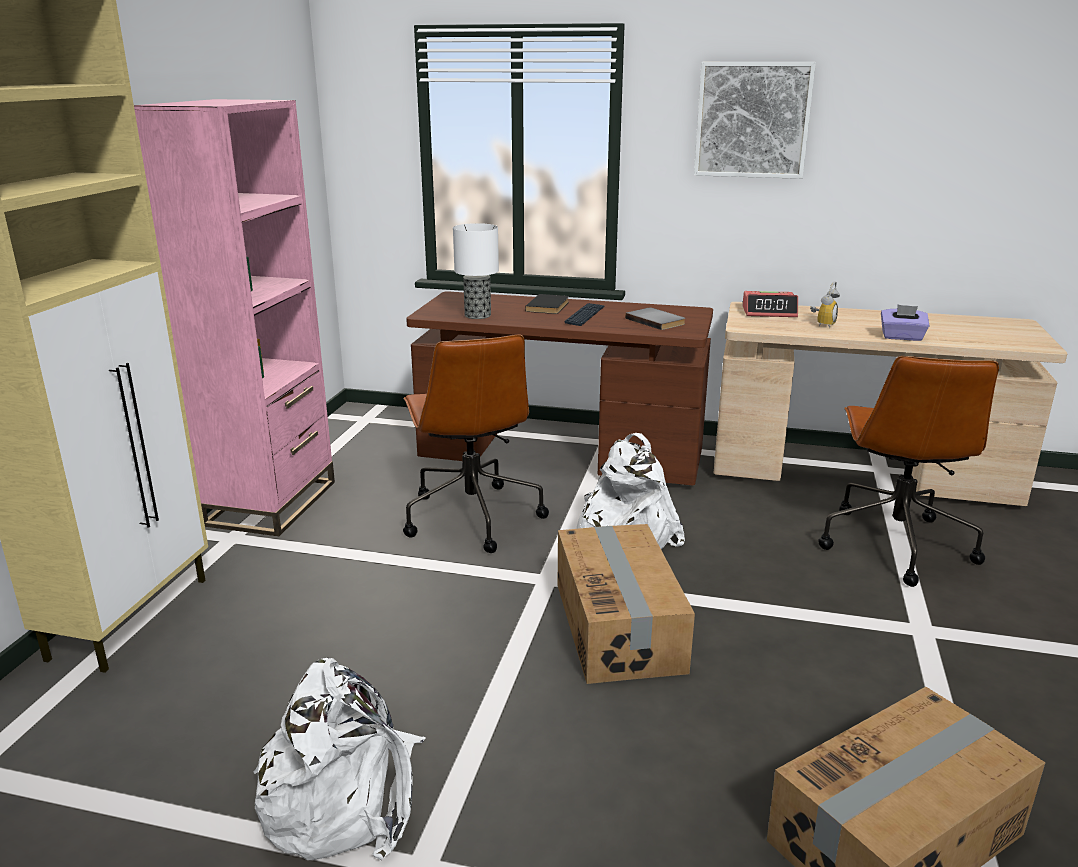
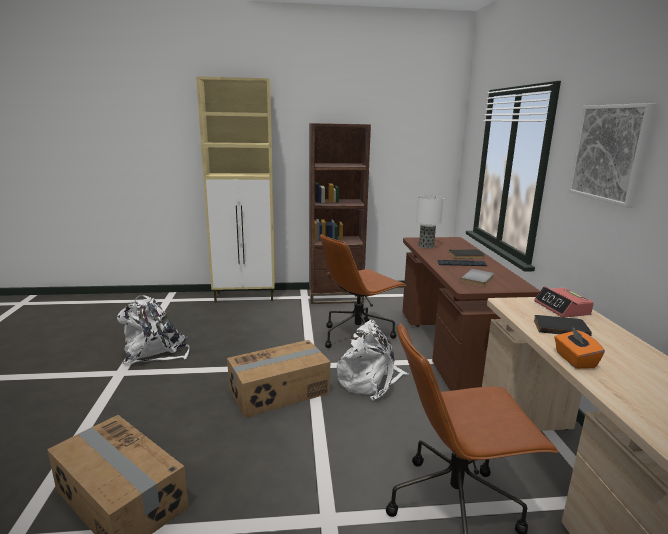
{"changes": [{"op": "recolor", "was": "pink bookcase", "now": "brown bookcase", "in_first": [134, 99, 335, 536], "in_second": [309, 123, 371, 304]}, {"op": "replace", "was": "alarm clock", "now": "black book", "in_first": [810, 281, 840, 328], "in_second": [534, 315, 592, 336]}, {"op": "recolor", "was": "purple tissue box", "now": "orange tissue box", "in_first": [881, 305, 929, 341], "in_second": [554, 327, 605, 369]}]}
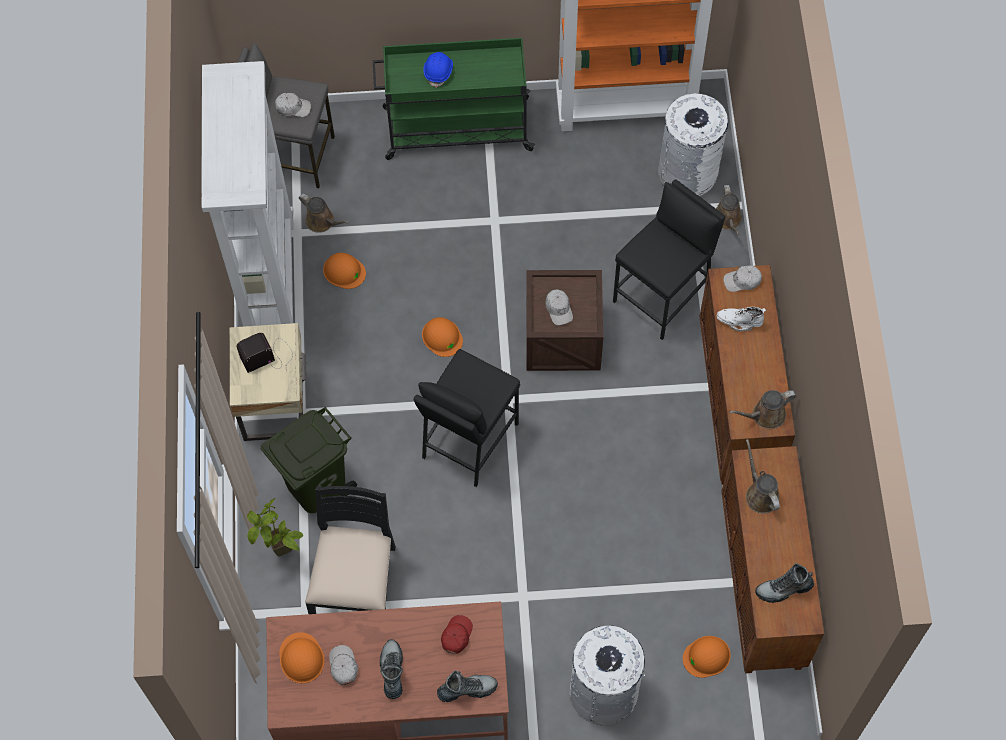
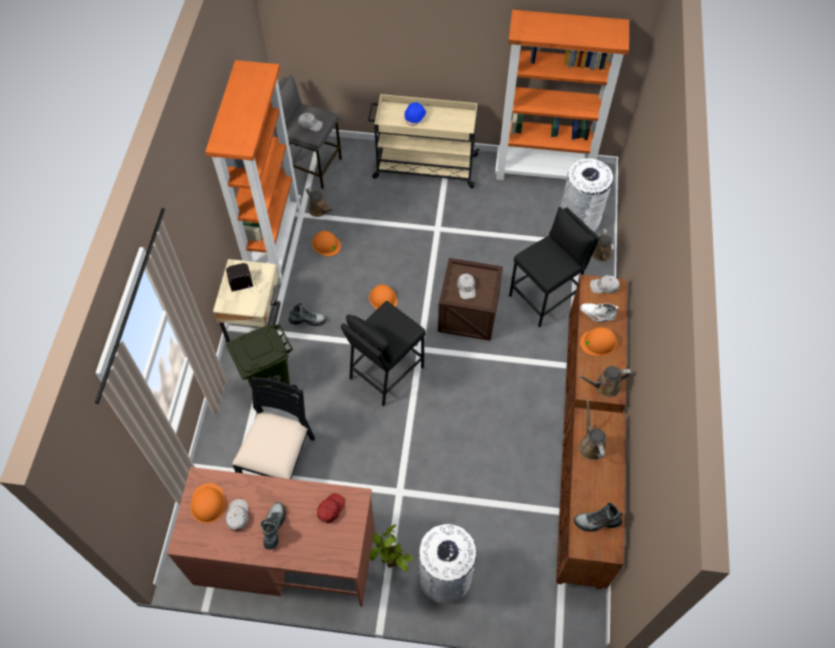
{"changes": [{"op": "recolor", "was": "white bookcase", "now": "orange bookcase", "in_first": [201, 61, 294, 327], "in_second": [205, 60, 301, 285]}, {"op": "move", "was": "boot", "in_first": [437, 671, 498, 702], "in_second": [288, 302, 326, 326]}, {"op": "recolor", "was": "green cart", "now": "beige cart", "in_first": [373, 38, 535, 160], "in_second": [368, 94, 480, 189]}, {"op": "move", "was": "potted plant", "in_first": [247, 498, 303, 557], "in_second": [369, 524, 414, 572]}, {"op": "move", "was": "orange hard hat", "in_first": [683, 636, 731, 678], "in_second": [580, 327, 617, 356]}]}
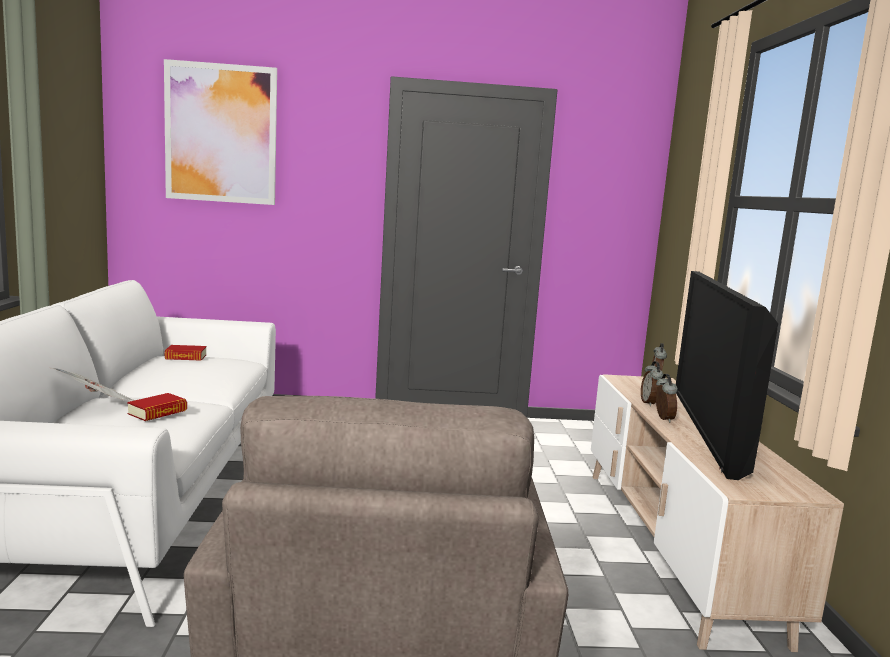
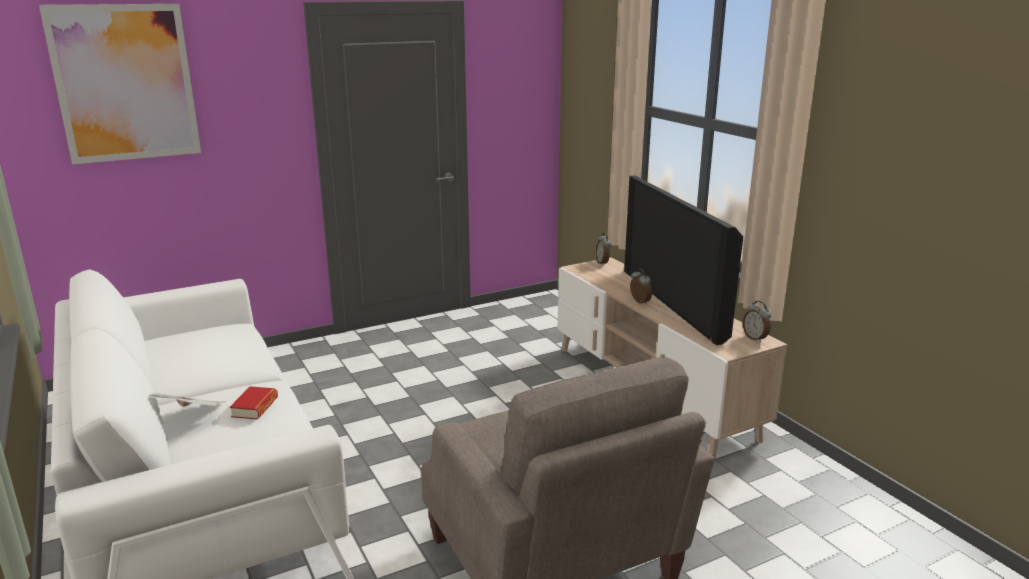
{"changes": [{"op": "move", "was": "alarm clock", "in_first": [641, 361, 664, 406], "in_second": [743, 301, 771, 342]}, {"op": "delete", "was": "book", "in_first": [165, 345, 206, 361]}]}
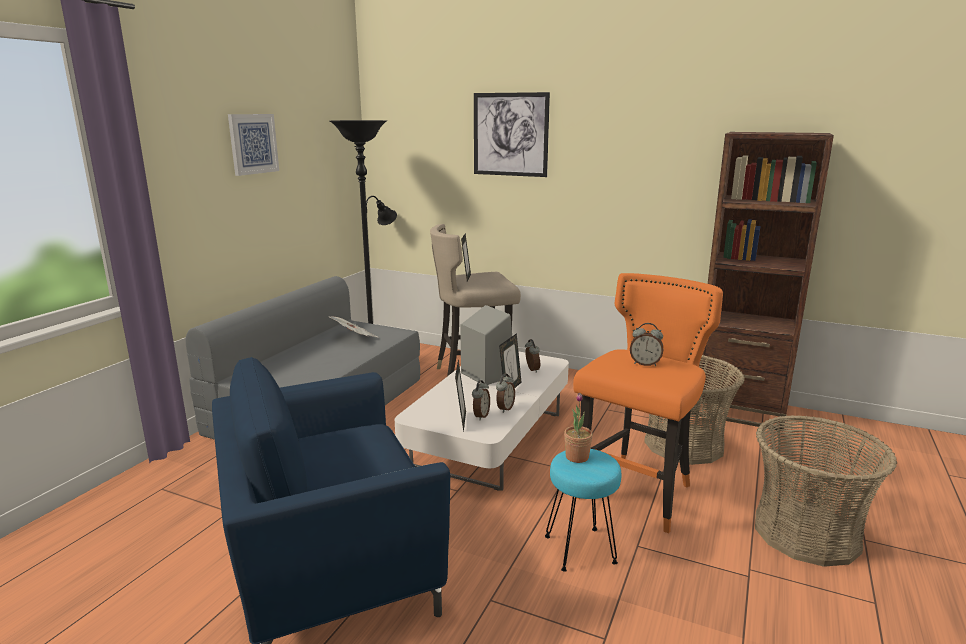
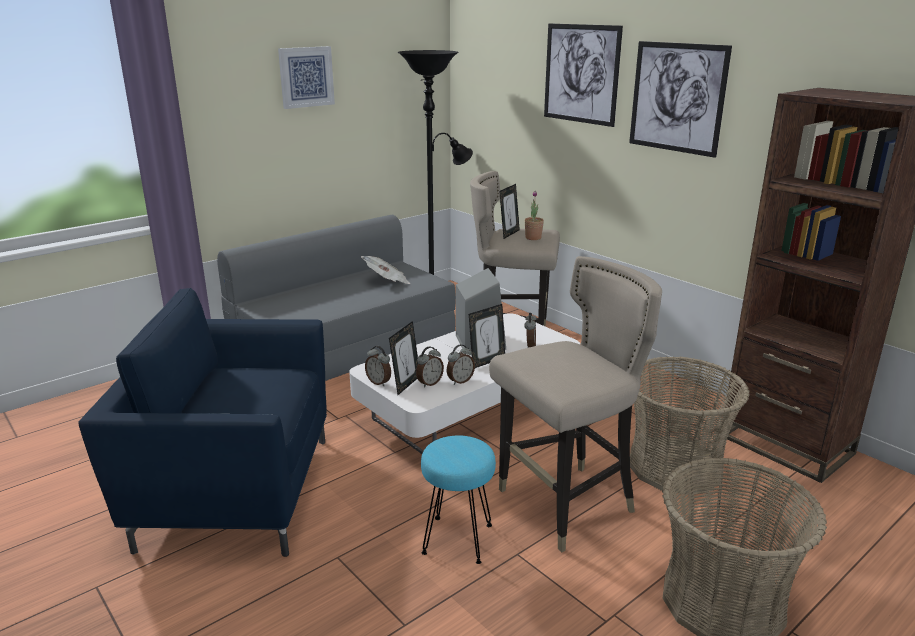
{"changes": [{"op": "move", "was": "alarm clock", "in_first": [630, 323, 663, 366], "in_second": [365, 346, 391, 386]}, {"op": "recolor", "was": "orange stool", "now": "beige stool", "in_first": [573, 273, 723, 534], "in_second": [489, 256, 662, 553]}, {"op": "move", "was": "potted plant", "in_first": [564, 393, 593, 463], "in_second": [525, 191, 544, 240]}, {"op": "insert", "now": "picture", "in_second": [629, 41, 732, 158]}]}
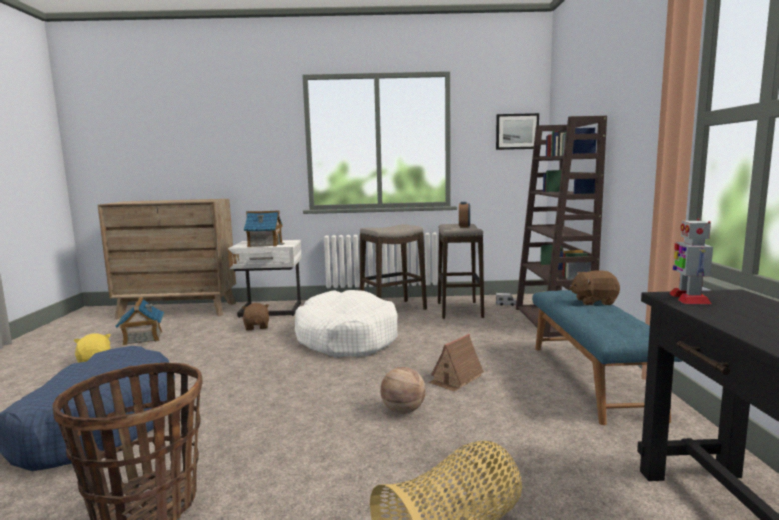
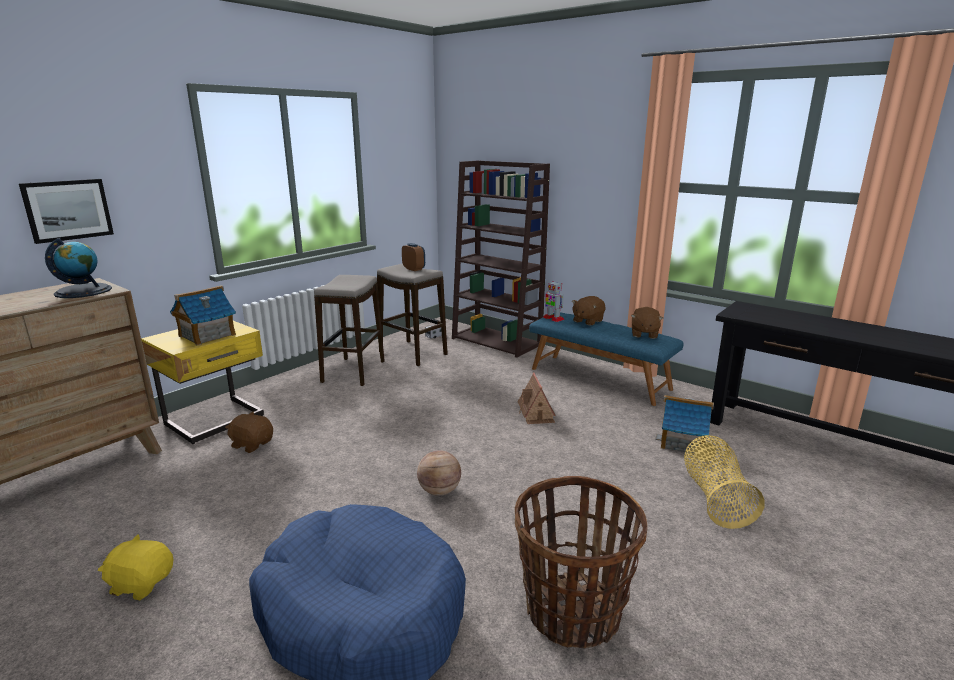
{"changes": [{"op": "move", "was": "picture", "in_first": [496, 113, 539, 150], "in_second": [19, 179, 114, 244]}, {"op": "insert", "now": "globe", "in_second": [45, 238, 112, 298]}, {"op": "recolor", "was": "white nightstand", "now": "yellow nightstand", "in_first": [228, 240, 302, 318], "in_second": [141, 321, 264, 444]}, {"op": "move", "was": "basketball", "in_first": [380, 367, 426, 414], "in_second": [417, 450, 461, 496]}, {"op": "move", "was": "toy robot", "in_first": [669, 218, 713, 304], "in_second": [543, 281, 564, 322]}, {"op": "insert", "now": "brown plush toy", "in_second": [631, 307, 663, 339]}, {"op": "move", "was": "toy house", "in_first": [115, 297, 164, 346], "in_second": [656, 395, 714, 453]}, {"op": "delete", "was": "white dog bed", "in_first": [295, 290, 397, 358]}]}
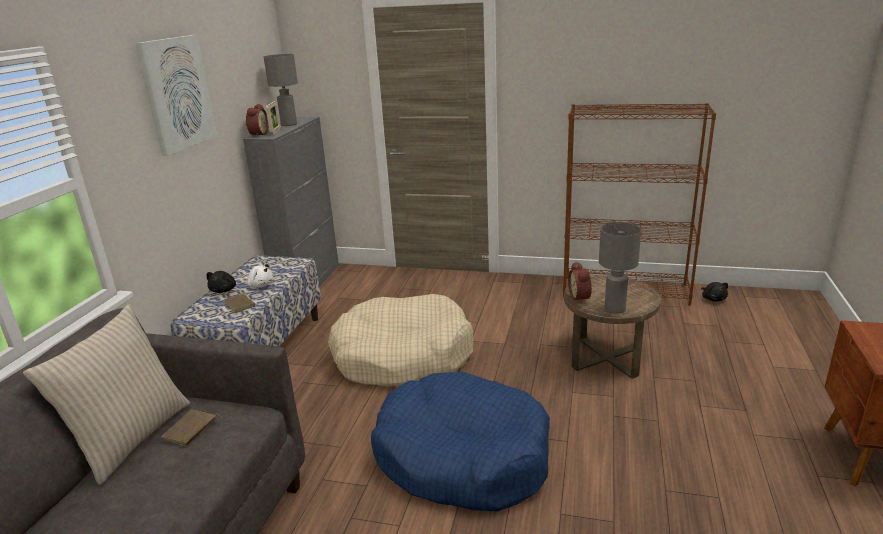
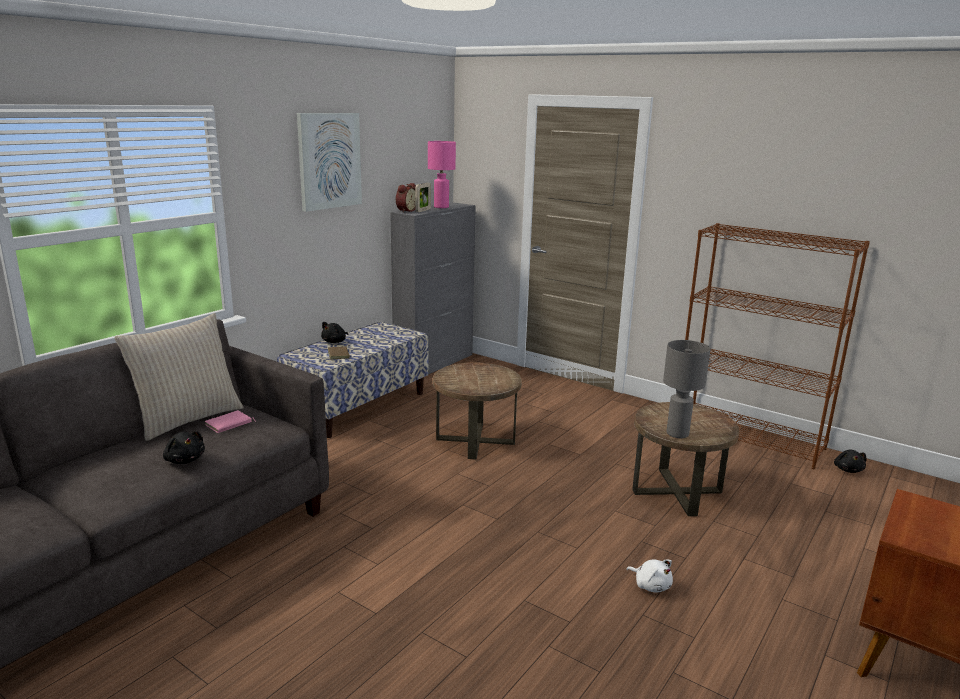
{"changes": [{"op": "insert", "now": "black plush toy", "in_second": [163, 431, 205, 464]}, {"op": "recolor", "was": "brown book", "now": "pink book", "in_first": [161, 410, 223, 446], "in_second": [205, 410, 256, 433]}, {"op": "recolor", "was": "grey table lamp", "now": "pink table lamp", "in_first": [264, 54, 298, 126], "in_second": [428, 141, 456, 208]}, {"op": "replace", "was": "beige dog bed", "now": "brown side table", "in_first": [328, 294, 474, 387], "in_second": [433, 363, 522, 459]}, {"op": "move", "was": "white plush toy", "in_first": [243, 263, 273, 287], "in_second": [626, 559, 673, 593]}, {"op": "delete", "was": "blue dog bed", "in_first": [371, 372, 550, 511]}, {"op": "delete", "was": "alarm clock", "in_first": [568, 262, 592, 303]}]}
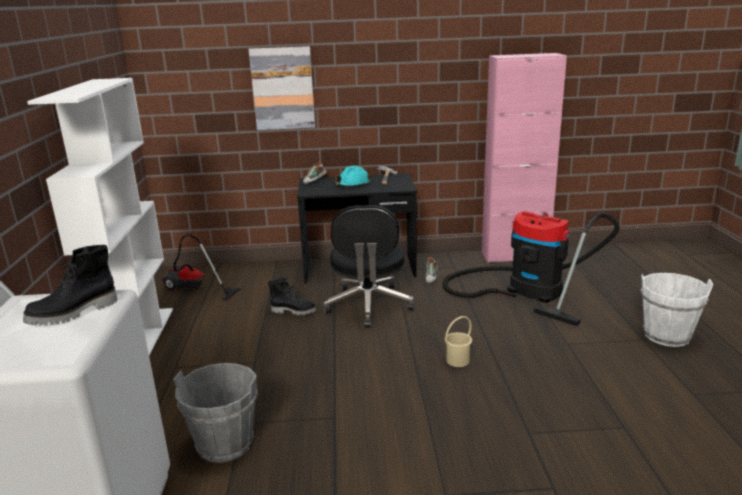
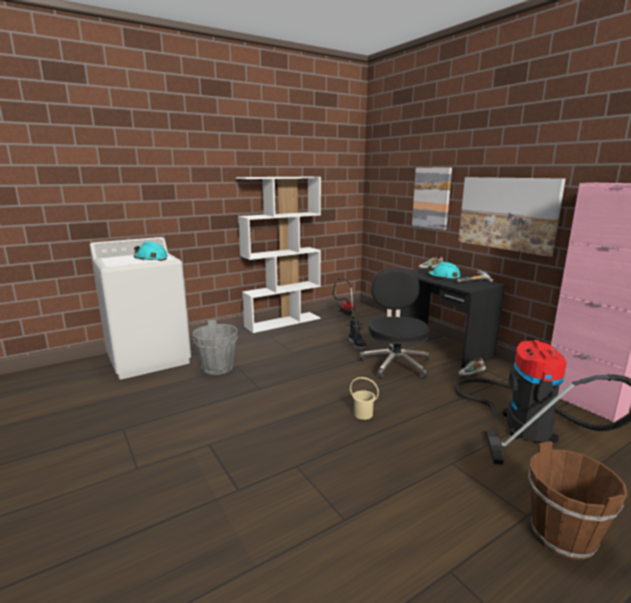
{"changes": [{"op": "replace", "was": "black boot", "now": "turquoise hard hat", "in_first": [23, 245, 118, 325], "in_second": [134, 242, 168, 261]}, {"op": "rotate", "was": "black office chair", "in_first": [323, 205, 415, 328], "in_second": [359, 268, 429, 379], "clockwise": 120}, {"op": "insert", "now": "picture", "in_second": [458, 177, 566, 257]}, {"op": "recolor", "was": "white bucket", "now": "brown bucket", "in_first": [641, 273, 714, 347], "in_second": [529, 441, 628, 560]}]}
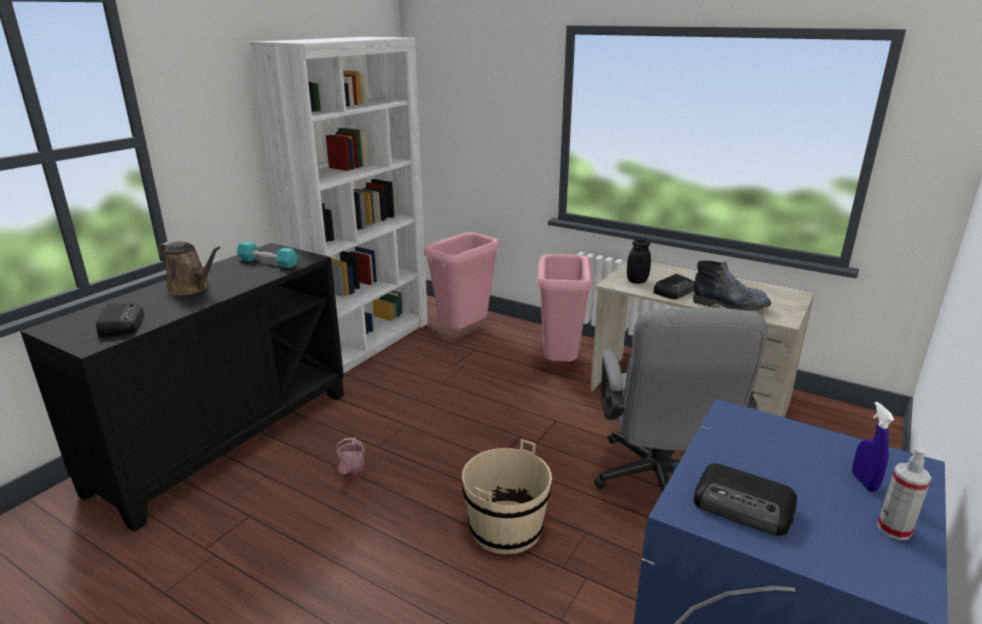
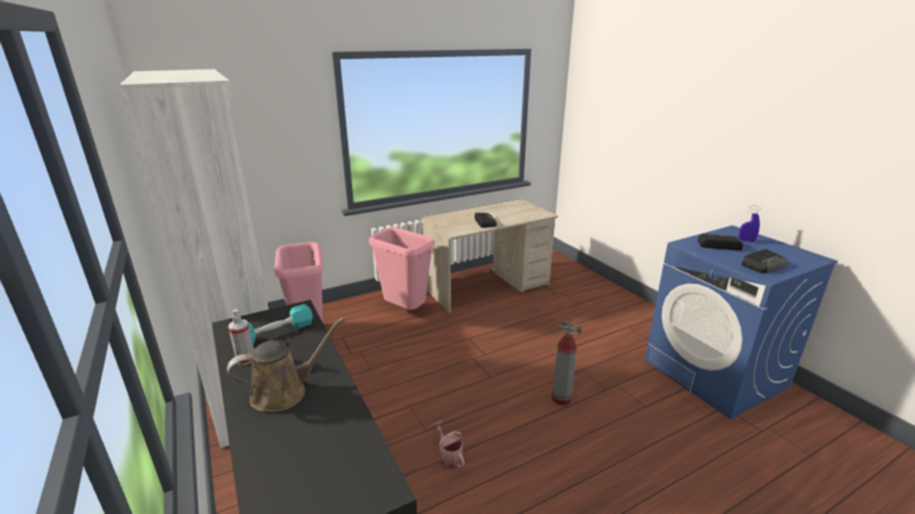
{"changes": [{"op": "move", "was": "spray bottle", "in_first": [877, 448, 932, 540], "in_second": [228, 309, 254, 365]}, {"op": "rotate", "was": "watering can", "in_first": [335, 437, 366, 478], "in_second": [432, 420, 465, 469], "clockwise": -150}, {"op": "replace", "was": "beige bucket", "now": "fire extinguisher", "in_first": [462, 439, 552, 554], "in_second": [552, 320, 582, 406]}, {"op": "move", "was": "radio", "in_first": [96, 304, 144, 337], "in_second": [698, 233, 743, 250]}, {"op": "delete", "was": "grey office chair", "in_first": [594, 308, 768, 492]}, {"op": "delete", "was": "black jar", "in_first": [627, 240, 651, 284]}, {"op": "delete", "was": "boot", "in_first": [693, 261, 771, 311]}]}
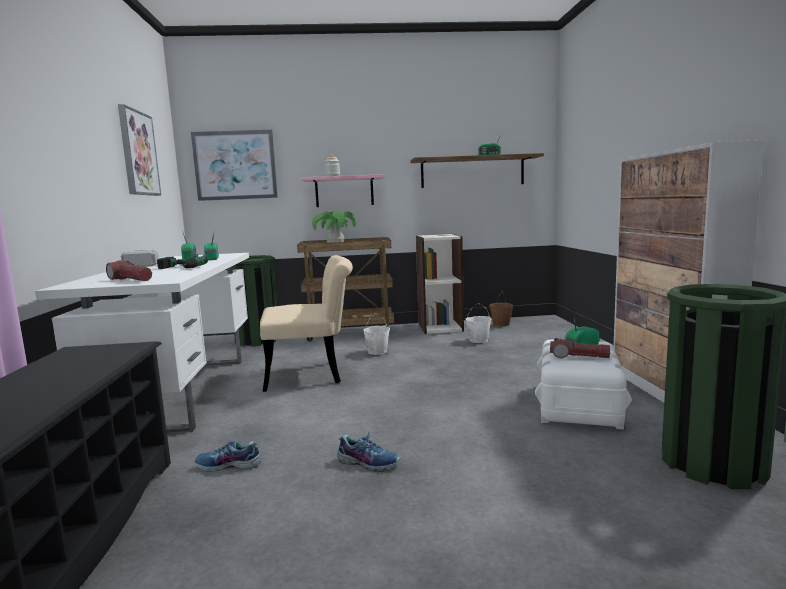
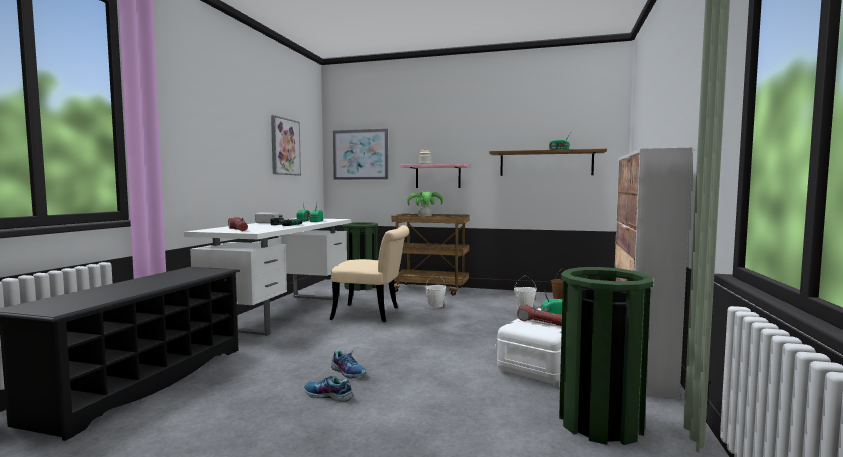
{"changes": [{"op": "move", "was": "shoe", "in_first": [195, 440, 262, 472], "in_second": [304, 376, 353, 402]}, {"op": "delete", "was": "bookcase", "in_first": [416, 234, 464, 334]}]}
